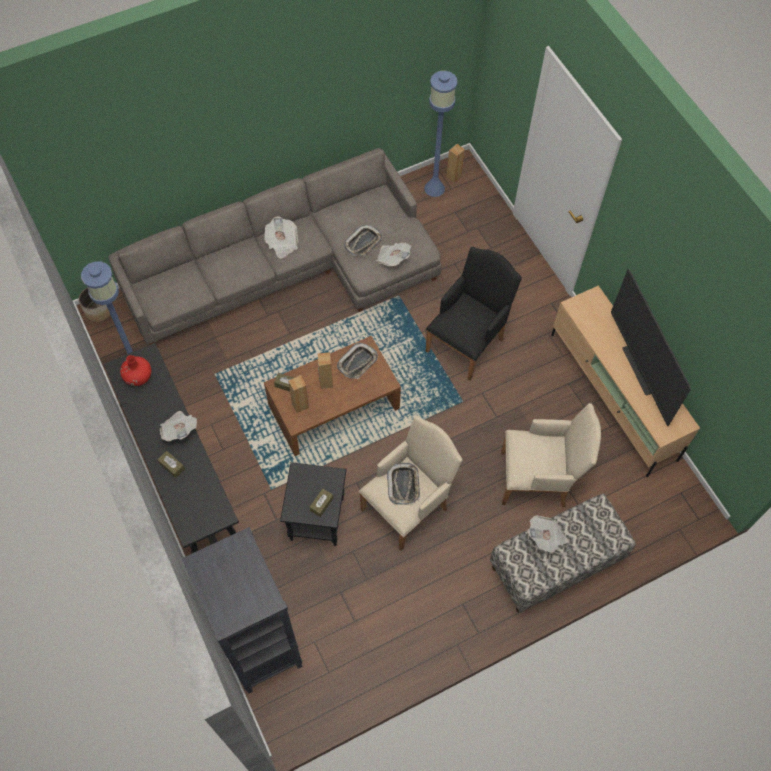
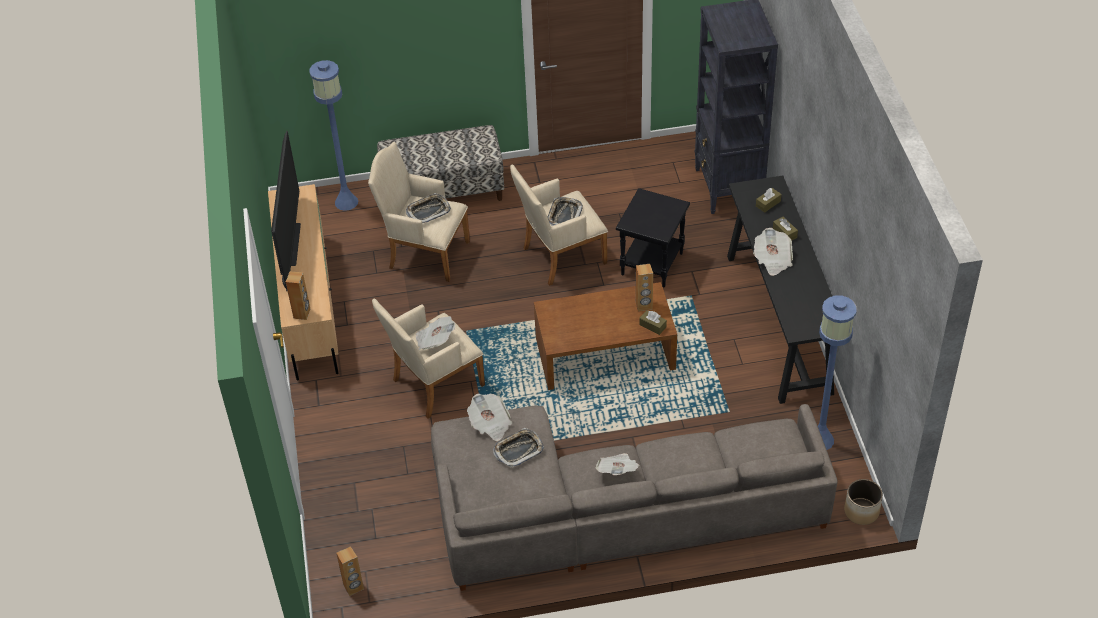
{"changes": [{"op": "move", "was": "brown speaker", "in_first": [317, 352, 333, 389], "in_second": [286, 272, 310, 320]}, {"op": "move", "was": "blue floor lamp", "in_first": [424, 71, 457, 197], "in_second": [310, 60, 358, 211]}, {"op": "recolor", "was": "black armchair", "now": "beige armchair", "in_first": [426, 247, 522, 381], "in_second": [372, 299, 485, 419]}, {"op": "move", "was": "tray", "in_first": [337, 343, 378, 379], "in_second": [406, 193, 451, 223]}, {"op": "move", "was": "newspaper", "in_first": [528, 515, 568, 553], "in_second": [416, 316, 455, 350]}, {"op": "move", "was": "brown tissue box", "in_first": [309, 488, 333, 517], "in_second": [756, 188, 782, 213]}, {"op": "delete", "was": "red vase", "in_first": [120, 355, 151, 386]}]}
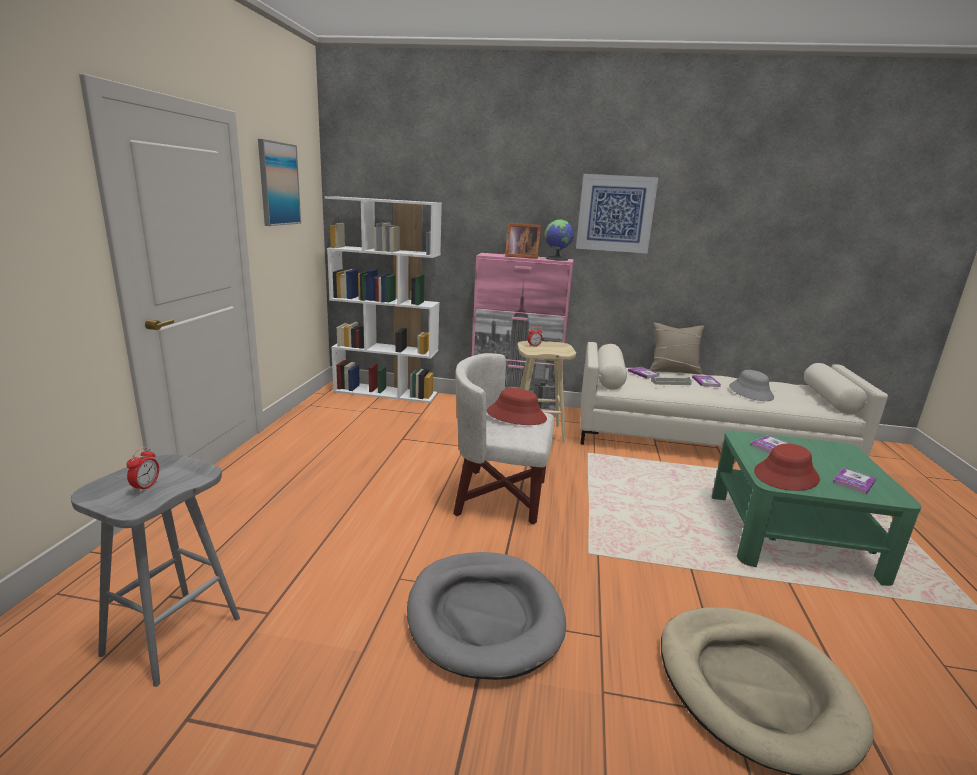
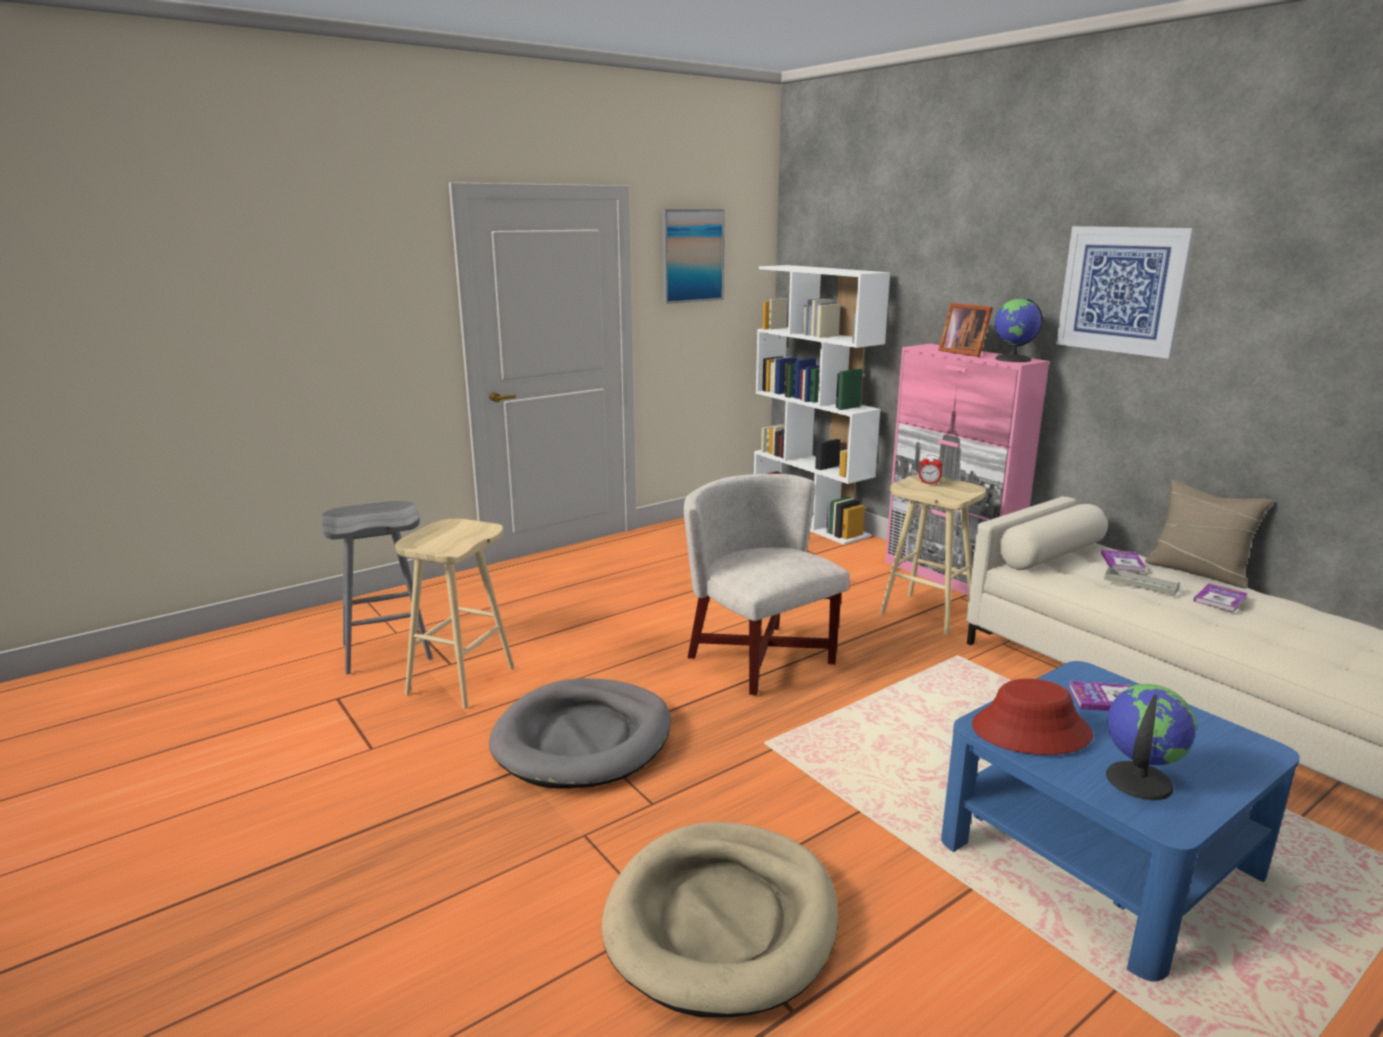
{"changes": [{"op": "insert", "now": "beige stool", "in_second": [395, 518, 515, 709]}, {"op": "recolor", "was": "green coffee table", "now": "blue coffee table", "in_first": [712, 430, 922, 586], "in_second": [941, 661, 1300, 981]}, {"op": "replace", "was": "book", "now": "globe", "in_first": [833, 468, 876, 495], "in_second": [1106, 684, 1197, 800]}, {"op": "delete", "was": "alarm clock", "in_first": [126, 447, 159, 493]}, {"op": "delete", "was": "red hat", "in_first": [487, 388, 547, 425]}, {"op": "delete", "was": "grey hat", "in_first": [729, 370, 774, 401]}]}
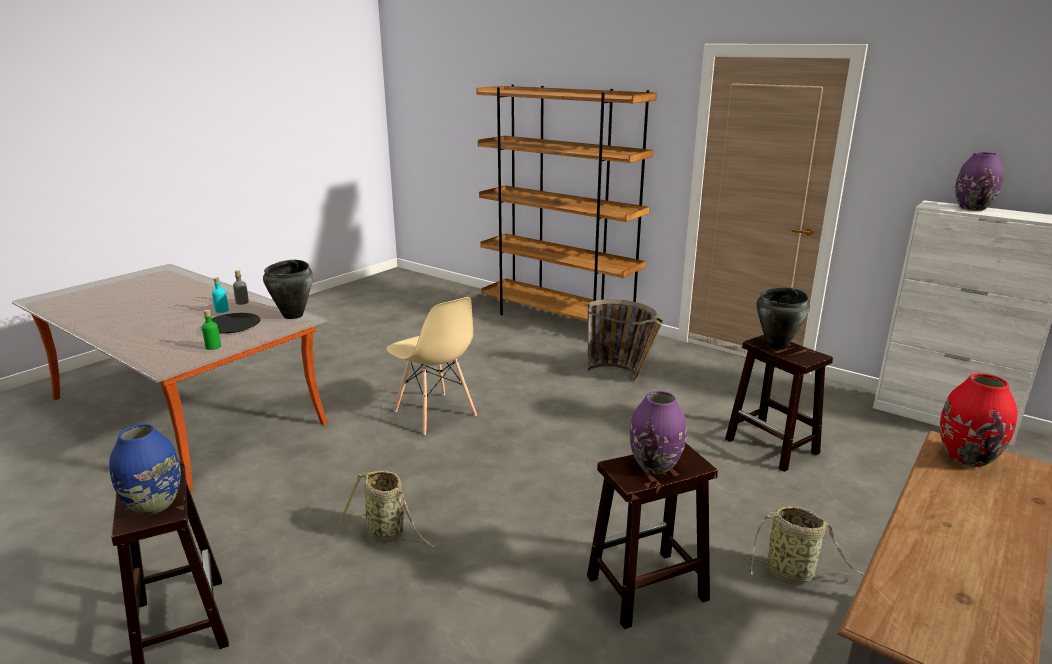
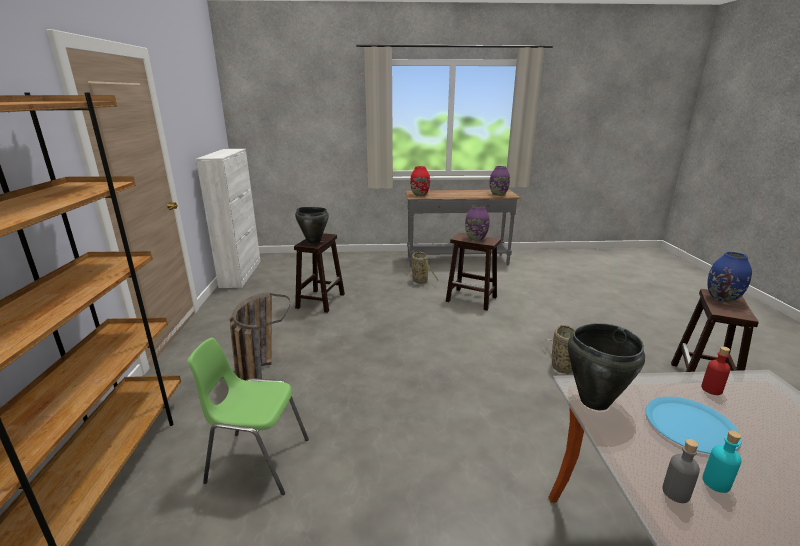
{"changes": [{"op": "insert", "now": "green chair", "in_second": [187, 338, 309, 495]}, {"op": "move", "was": "purple vase", "in_first": [955, 152, 1003, 211], "in_second": [490, 166, 510, 196]}, {"op": "recolor", "was": "black plate", "now": "blue plate", "in_first": [205, 313, 261, 334], "in_second": [646, 397, 741, 454]}, {"op": "recolor", "was": "green bottle", "now": "red bottle", "in_first": [202, 310, 221, 350], "in_second": [701, 346, 730, 395]}, {"op": "delete", "was": "beige chair", "in_first": [387, 297, 477, 435]}]}
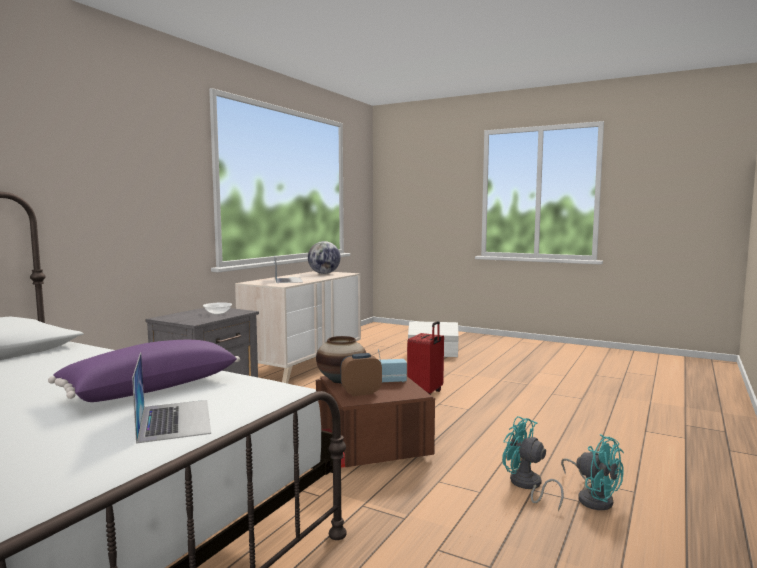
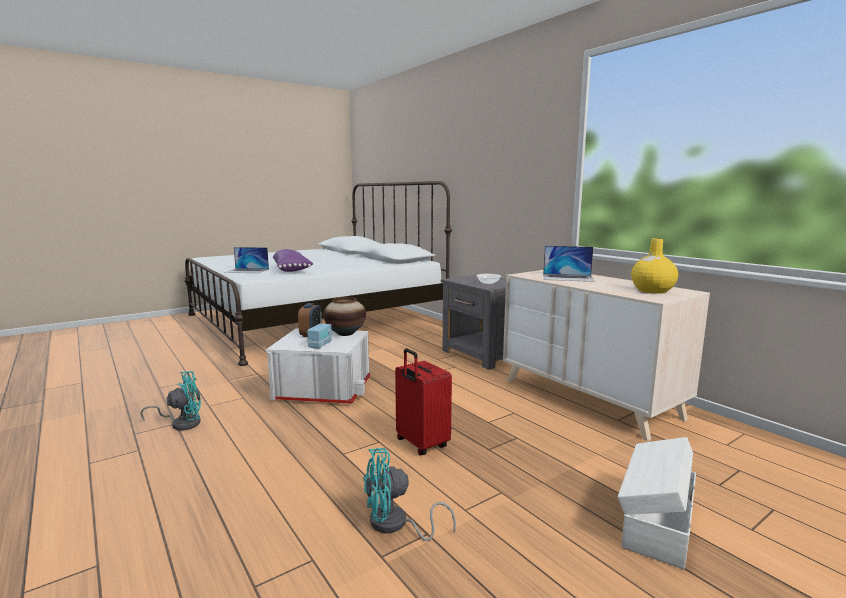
{"changes": [{"op": "recolor", "was": "brown storage box", "now": "white storage box", "in_first": [316, 376, 435, 468], "in_second": [266, 328, 370, 404]}, {"op": "move", "was": "turquoise fan", "in_first": [561, 434, 624, 510], "in_second": [363, 448, 456, 541]}, {"op": "replace", "was": "globe", "now": "yellow vase", "in_first": [308, 241, 341, 274], "in_second": [631, 238, 678, 294]}]}
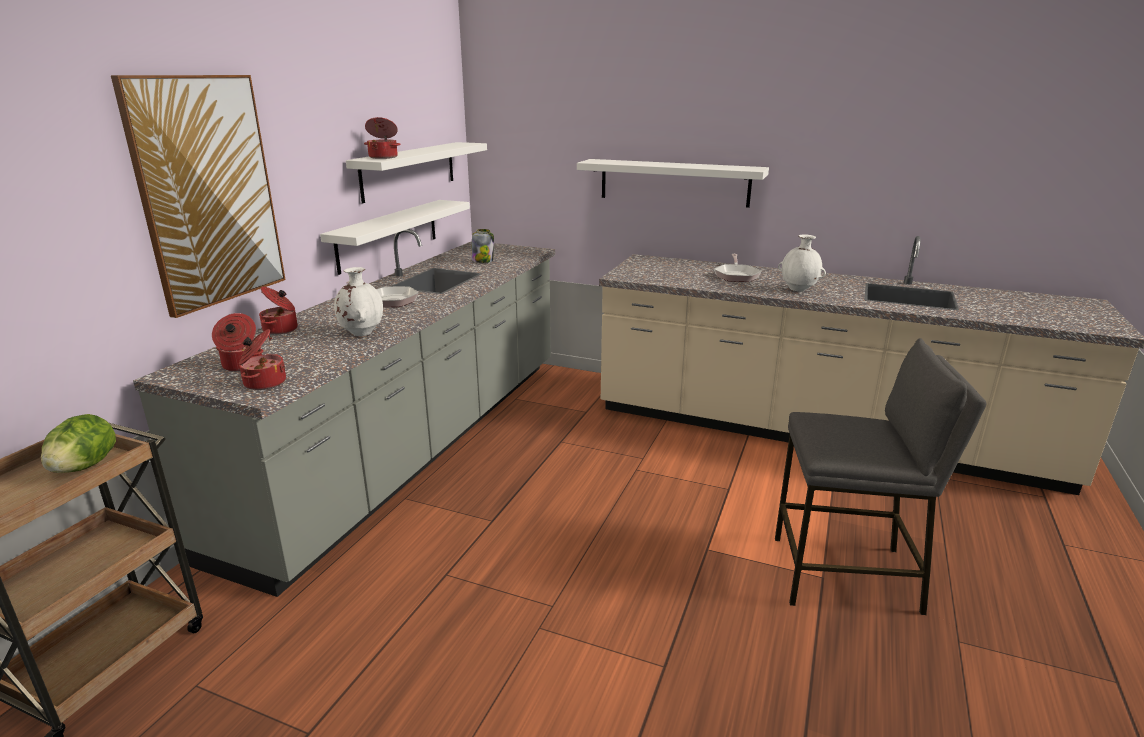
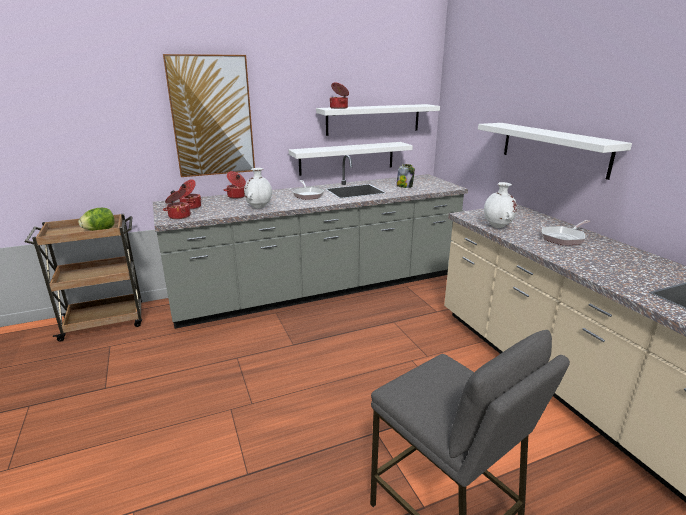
{"changes": [{"op": "move", "was": "white vase", "in_first": [778, 235, 826, 292], "in_second": [484, 182, 517, 228]}]}
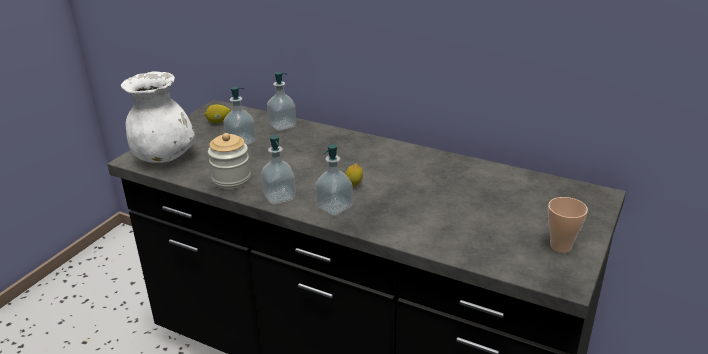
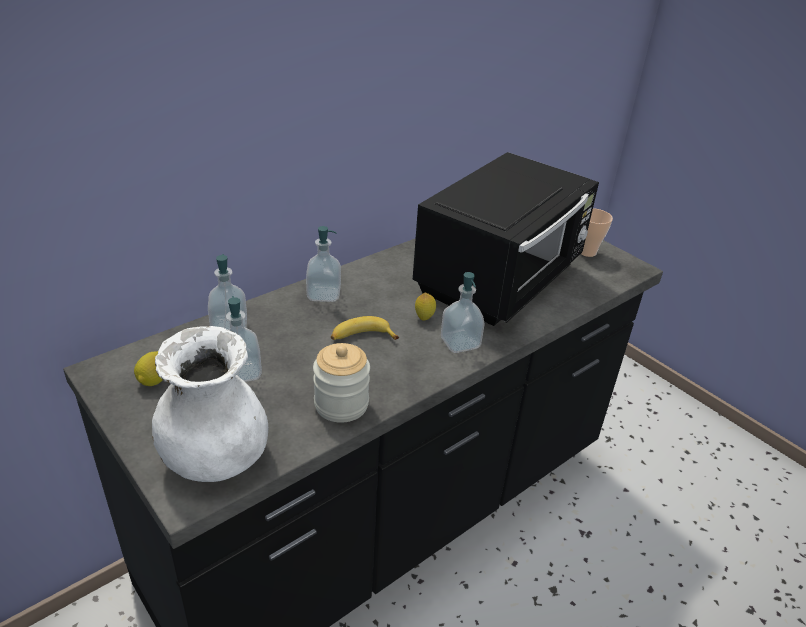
{"changes": [{"op": "move", "was": "soap dispenser", "in_first": [261, 135, 296, 205], "in_second": [306, 226, 341, 302]}, {"op": "insert", "now": "banana", "in_second": [331, 316, 399, 340]}, {"op": "insert", "now": "black microwave", "in_second": [413, 152, 599, 326]}]}
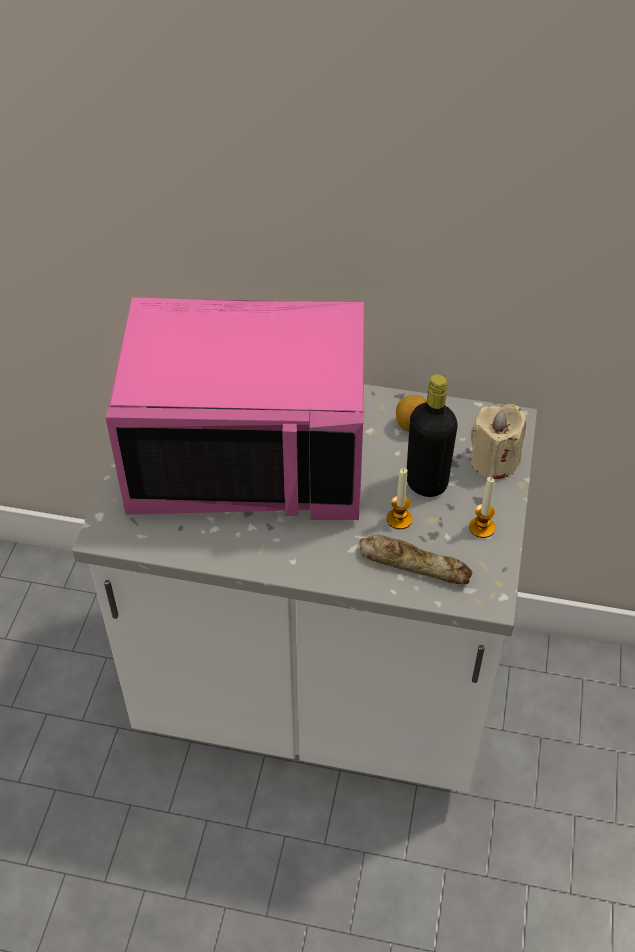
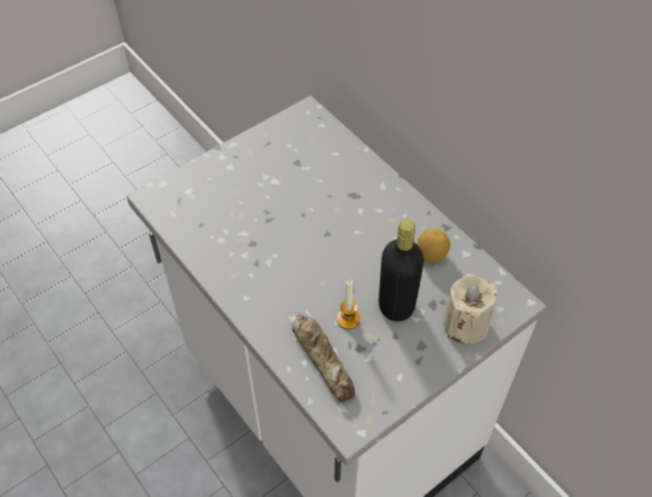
{"changes": [{"op": "delete", "was": "pink microwave", "in_first": [106, 297, 364, 520]}, {"op": "delete", "was": "candle", "in_first": [469, 477, 495, 538]}]}
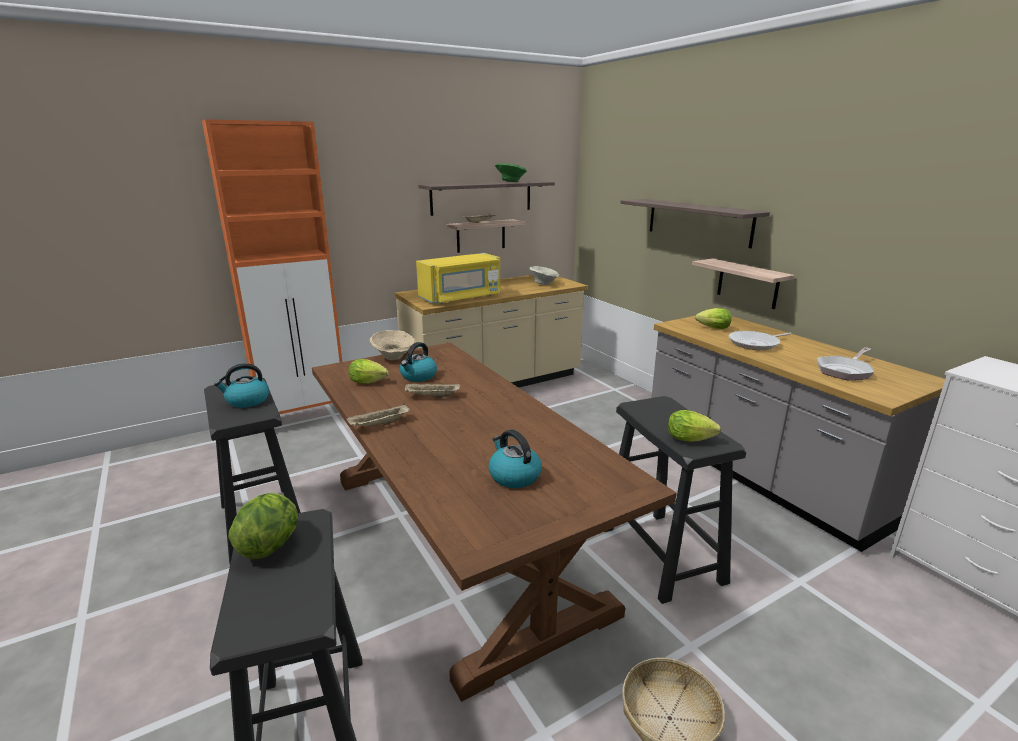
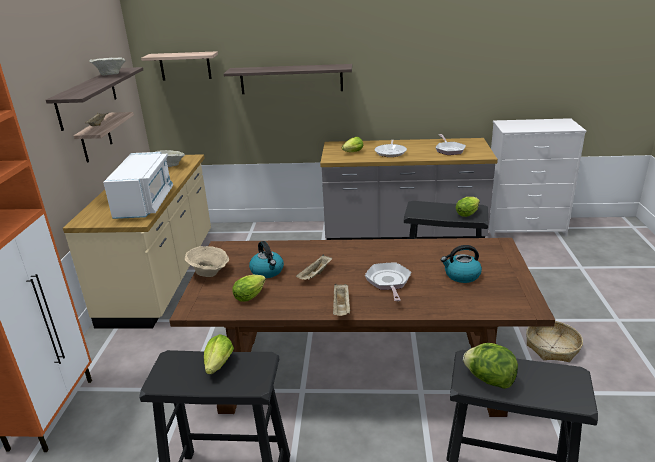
{"changes": [{"op": "recolor", "was": "green bowl", "now": "beige bowl", "in_first": [495, 163, 527, 182], "in_second": [89, 58, 125, 76]}, {"op": "recolor", "was": "yellow microwave", "now": "white microwave", "in_first": [416, 253, 500, 304], "in_second": [103, 152, 173, 219]}, {"op": "move", "was": "shelf", "in_first": [692, 259, 795, 309], "in_second": [141, 51, 218, 81]}, {"op": "replace", "was": "kettle", "now": "lettuce", "in_first": [214, 363, 269, 408], "in_second": [204, 334, 234, 374]}, {"op": "insert", "now": "frying pan", "in_second": [365, 263, 411, 301]}]}
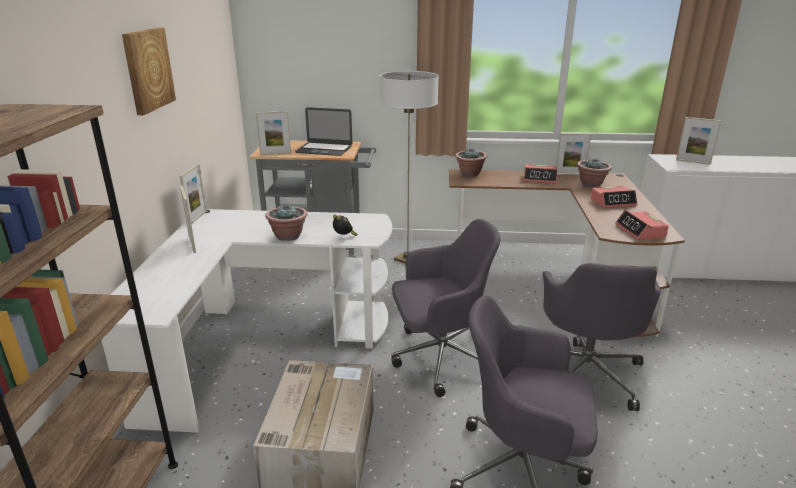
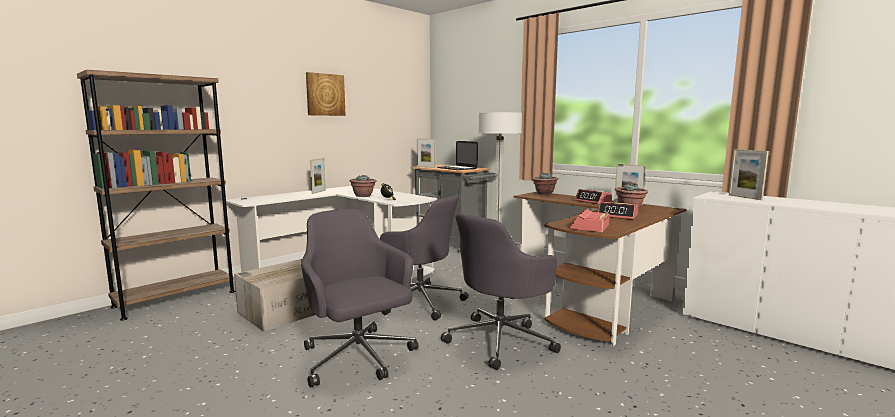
{"changes": [{"op": "delete", "was": "picture frame", "in_first": [179, 164, 207, 224]}]}
